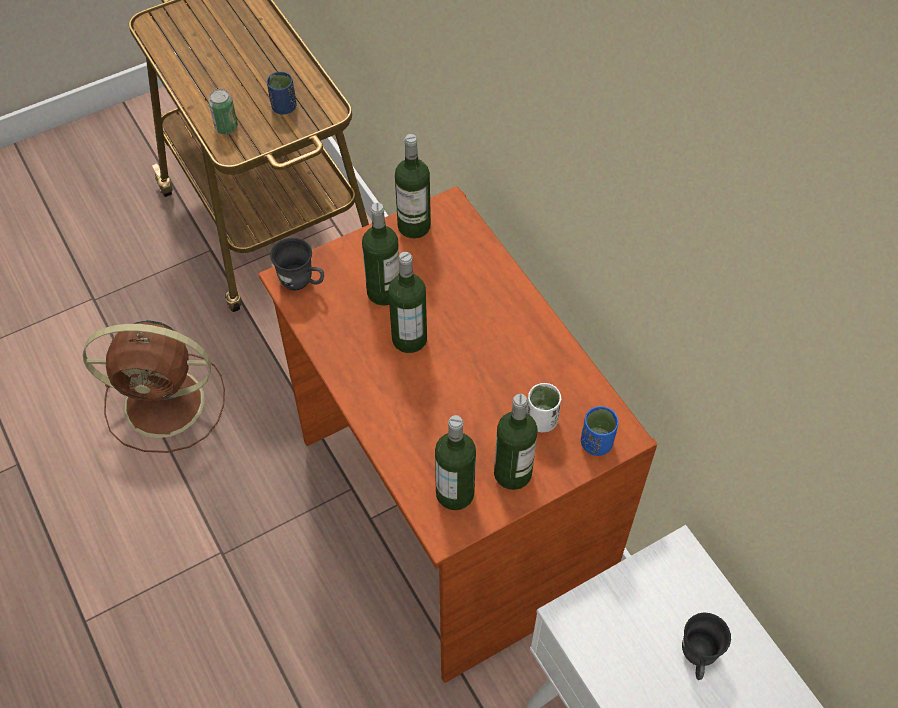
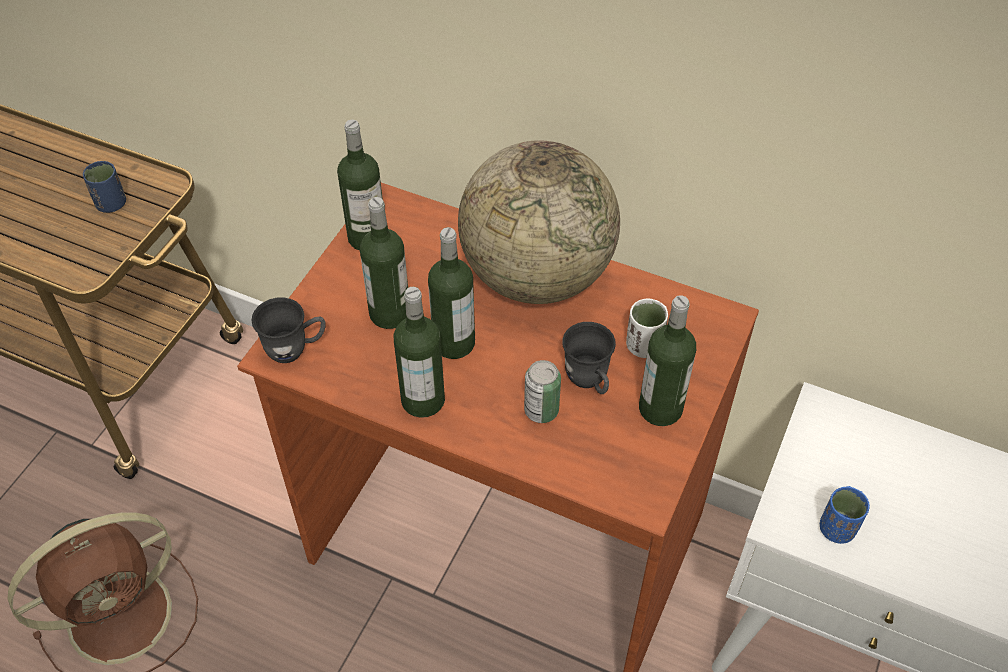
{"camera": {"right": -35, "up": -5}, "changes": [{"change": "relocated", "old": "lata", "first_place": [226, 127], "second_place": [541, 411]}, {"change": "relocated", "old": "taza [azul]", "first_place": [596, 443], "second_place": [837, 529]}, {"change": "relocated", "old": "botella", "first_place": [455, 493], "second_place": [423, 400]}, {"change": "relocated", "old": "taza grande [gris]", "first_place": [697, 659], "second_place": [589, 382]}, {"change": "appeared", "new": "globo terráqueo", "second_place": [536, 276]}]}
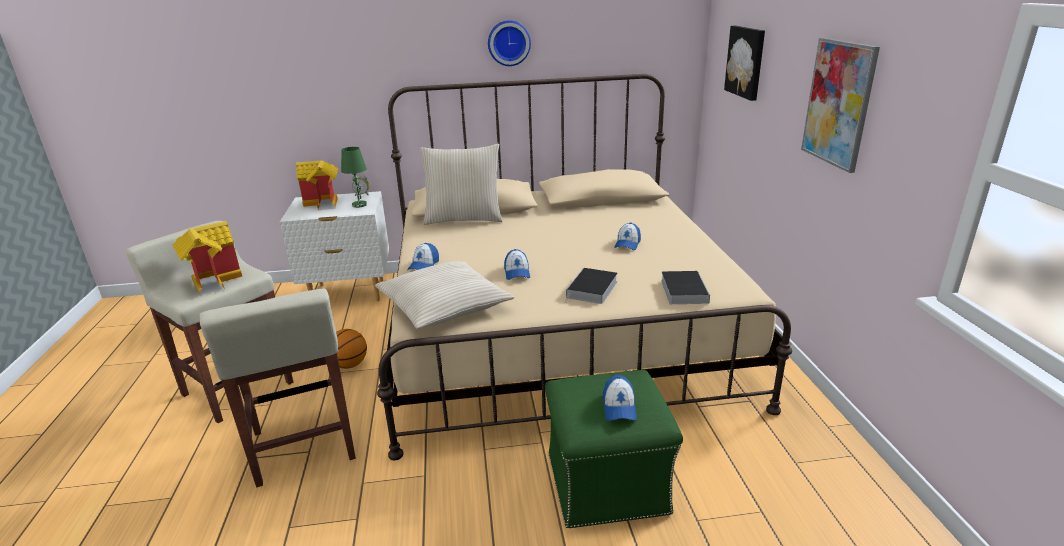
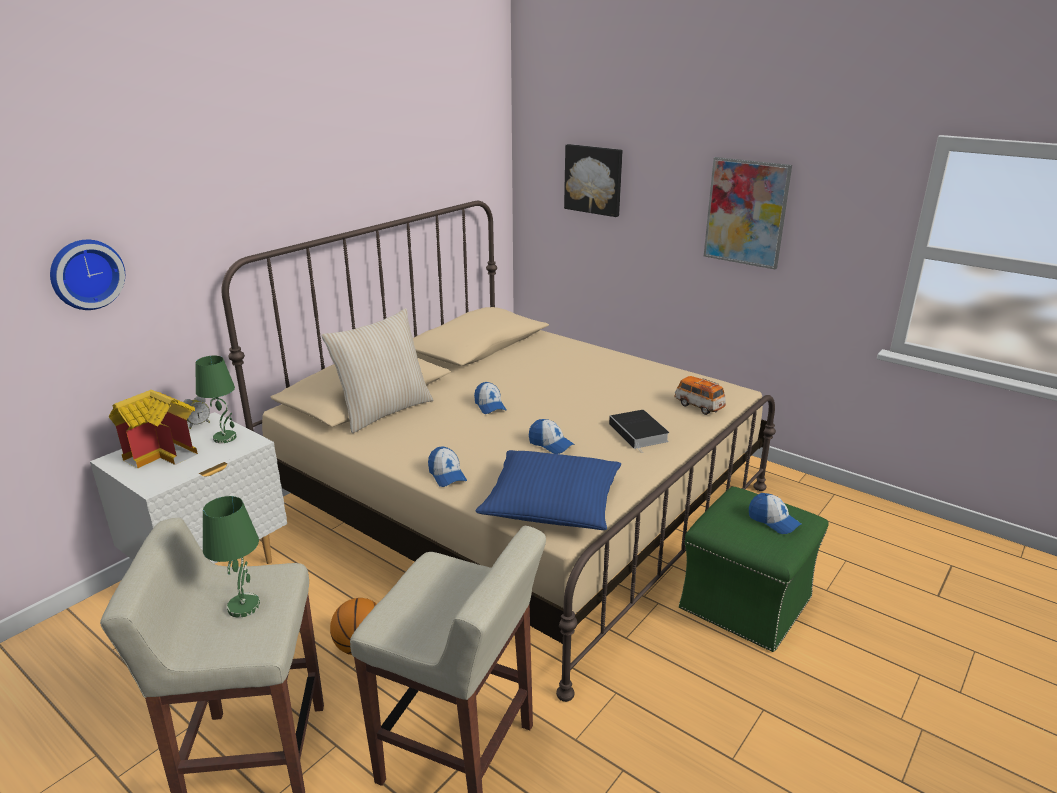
{"camera": {"right": -45, "up": 0}, "changes": [{"change": "relocated", "old": "reloj de pared", "first_place": [508, 43], "second_place": [85, 274]}, {"change": "exchanged", "old": "casita", "new": "lámpara de mesa [verde]", "first_place": [214, 281], "second_place": [243, 606]}, {"change": "relocated", "old": "gorra", "first_place": [627, 244], "second_place": [490, 406]}, {"change": "colour", "old": "cojín [beis]", "new": "cojín [azul]", "first_place": [444, 306], "second_place": [551, 503]}, {"change": "exchanged", "old": "libro", "new": "coche de juguete", "first_place": [683, 290], "second_place": [698, 406]}]}
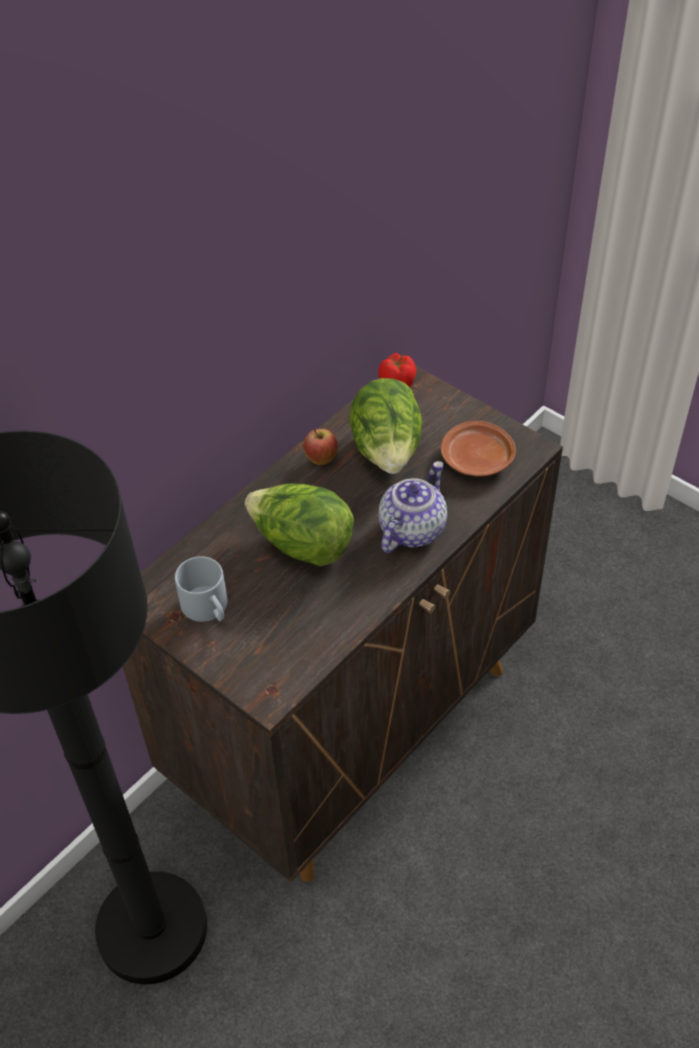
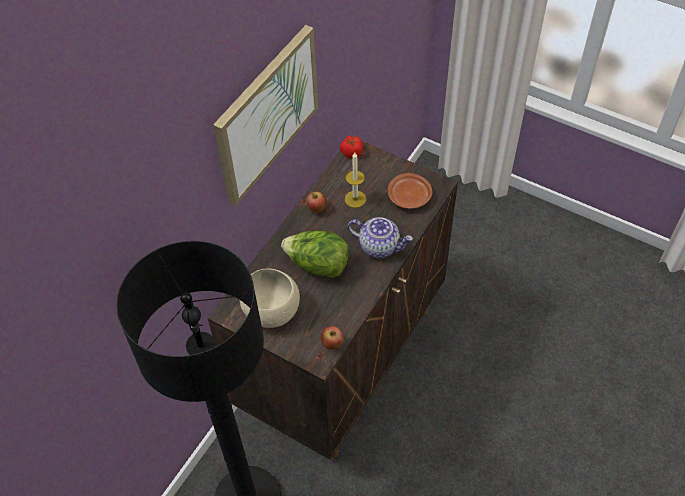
{"camera": {"right": -10, "up": 5}, "changes": [{"change": "exchanged", "old": "lechuga", "new": "vela", "first_place": [387, 452], "second_place": [355, 199]}, {"change": "spun", "old": "tetera", "first_place": [411, 529], "second_place": [380, 246], "degrees": 90}, {"change": "exchanged", "old": "taza grande [gris]", "new": "cuenco [beis]", "first_place": [209, 608], "second_place": [271, 312]}, {"change": "appeared", "new": "cuadro", "second_place": [266, 114]}, {"change": "appeared", "new": "manzana", "second_place": [332, 344]}]}
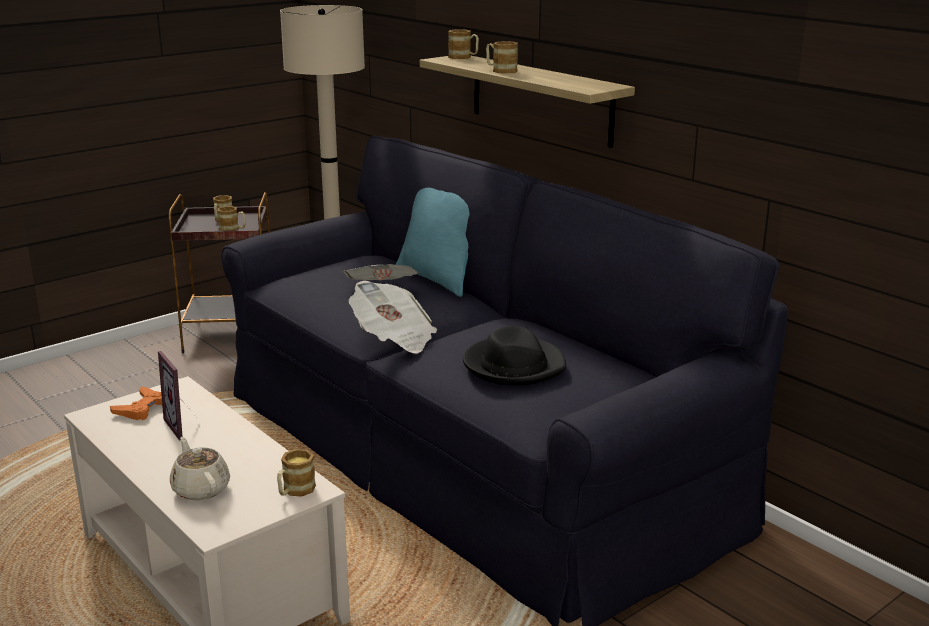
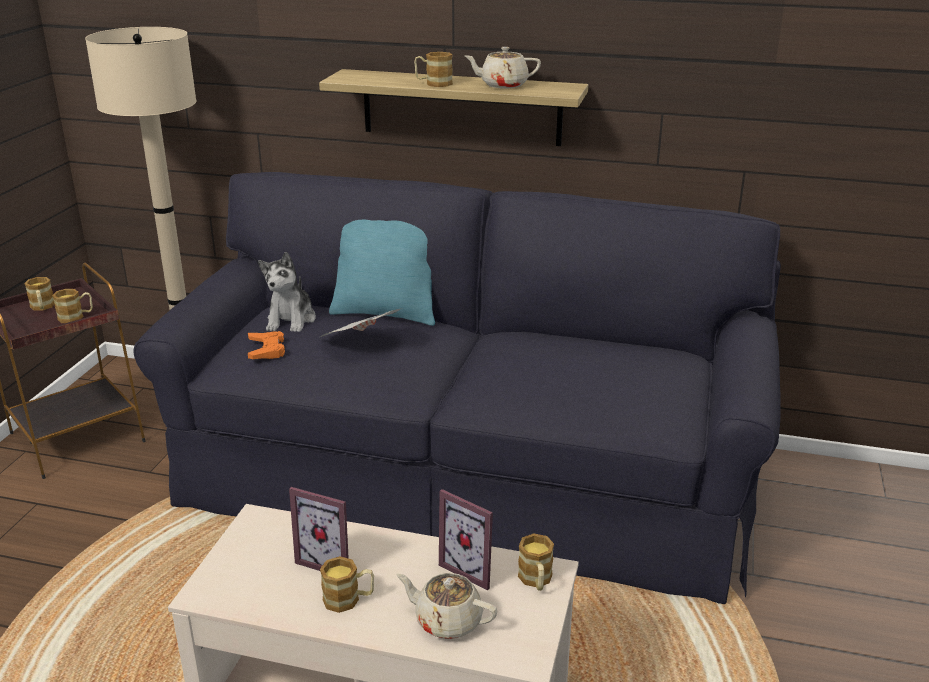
{"camera": {"right": -35, "up": 5}, "changes": [{"change": "relocated", "old": "taza grande", "first_place": [463, 57], "second_place": [349, 599]}, {"change": "missing", "old": "periódico", "first_place": [394, 338]}, {"change": "missing", "old": "sombrero [negro]", "first_place": [513, 365]}, {"change": "relocated", "old": "mando de consola [naranja]", "first_place": [142, 408], "second_place": [266, 349]}, {"change": "appeared", "new": "tetera [beis]", "second_place": [503, 85]}, {"change": "appeared", "new": "peluche", "second_place": [291, 320]}, {"change": "appeared", "new": "portarretratos", "second_place": [473, 568]}]}
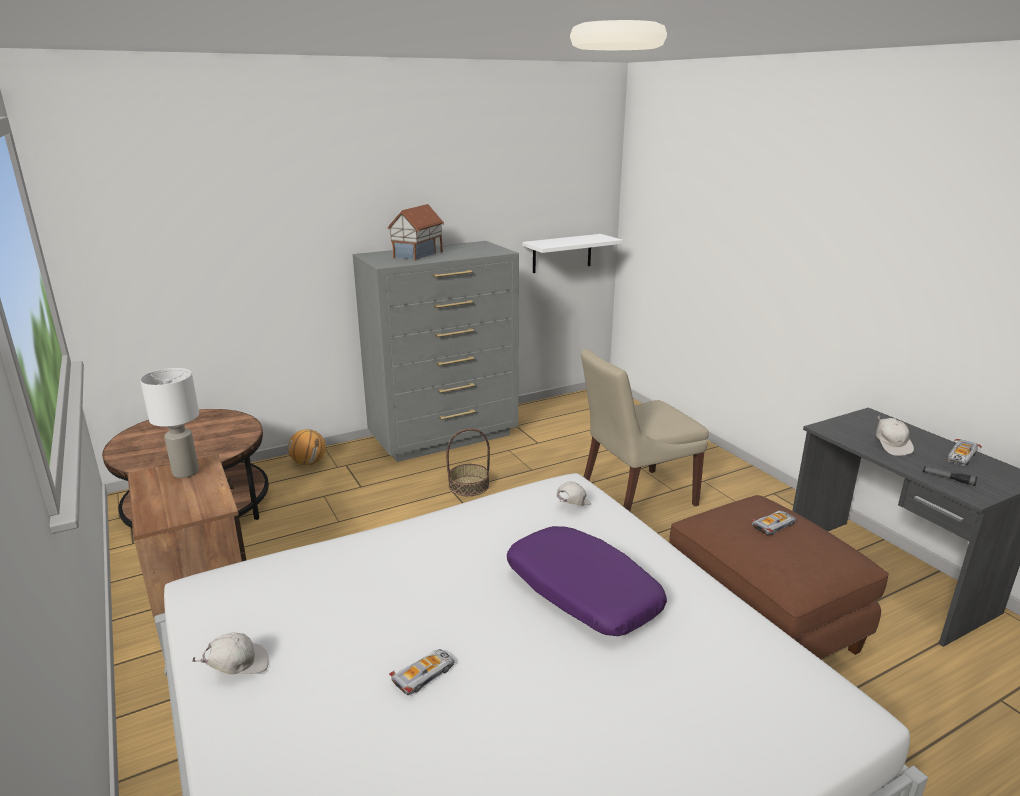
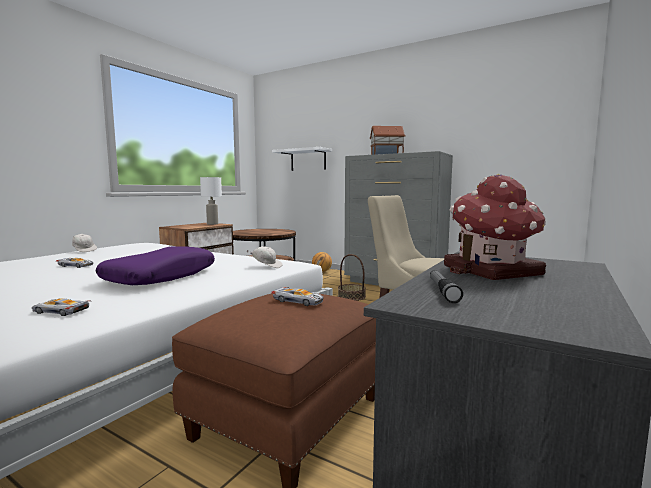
{"camera": {"right": 60, "up": -15}, "changes": [{"change": "relocated", "old": "estante [blanco]", "first_place": [562, 253], "second_place": [308, 160]}, {"change": "exchanged", "old": "gorra [blanco]", "new": "casita", "first_place": [891, 446], "second_place": [492, 271]}, {"change": "relocated", "old": "coche de juguete", "first_place": [961, 457], "second_place": [60, 311]}]}
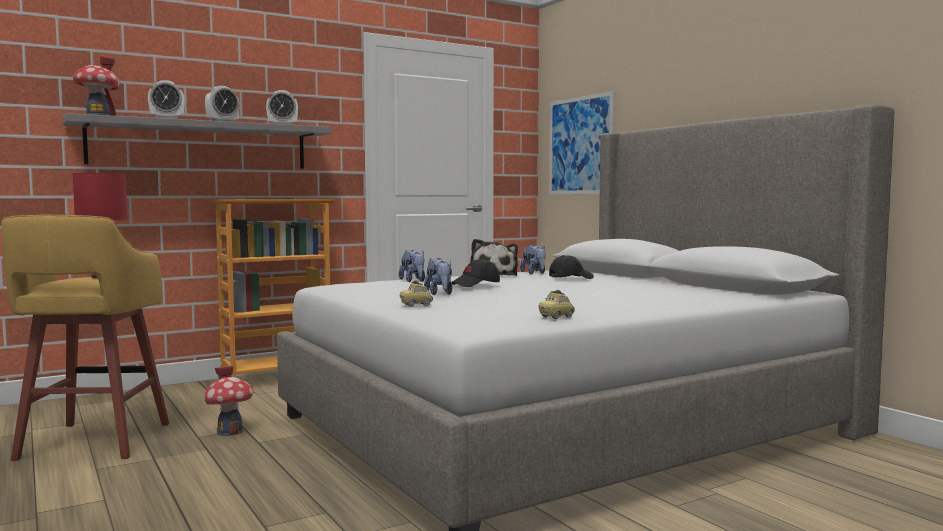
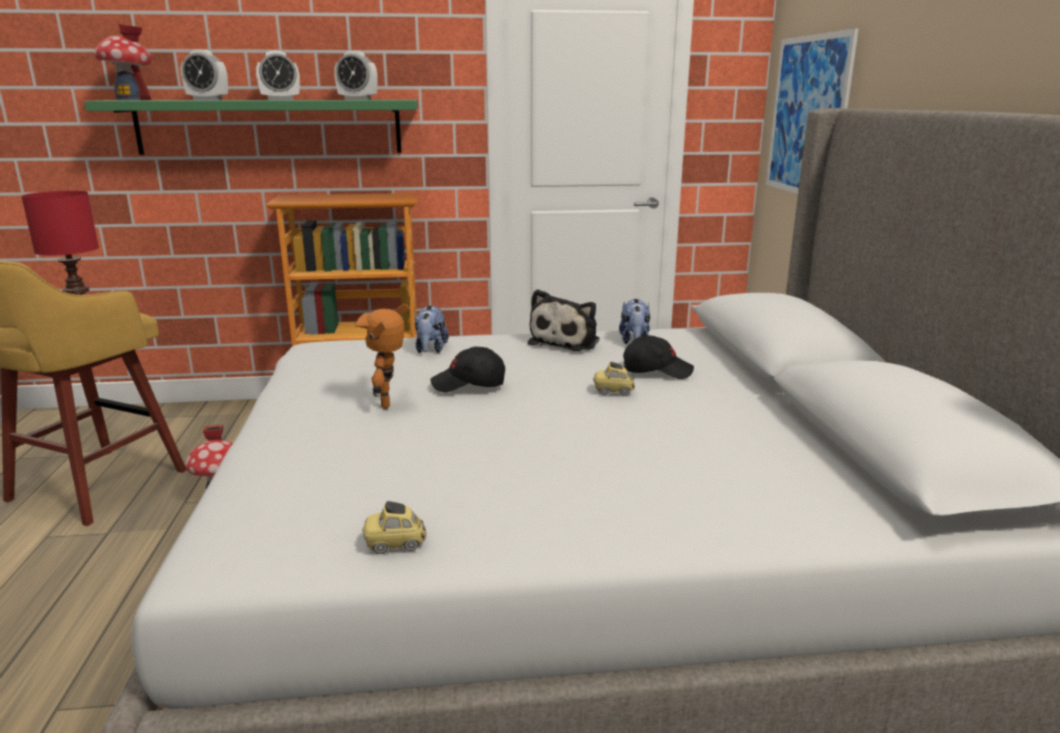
{"camera": {"right": 25, "up": 15}, "changes": [{"change": "colour", "old": "estante [gris]", "new": "estante [verde]", "first_place": [201, 145], "second_place": [269, 127]}, {"change": "exchanged", "old": "peluche", "new": "robot de juguete", "first_place": [440, 294], "second_place": [390, 403]}, {"change": "relocated", "old": "coche de juguete", "first_place": [416, 305], "second_place": [613, 391]}]}
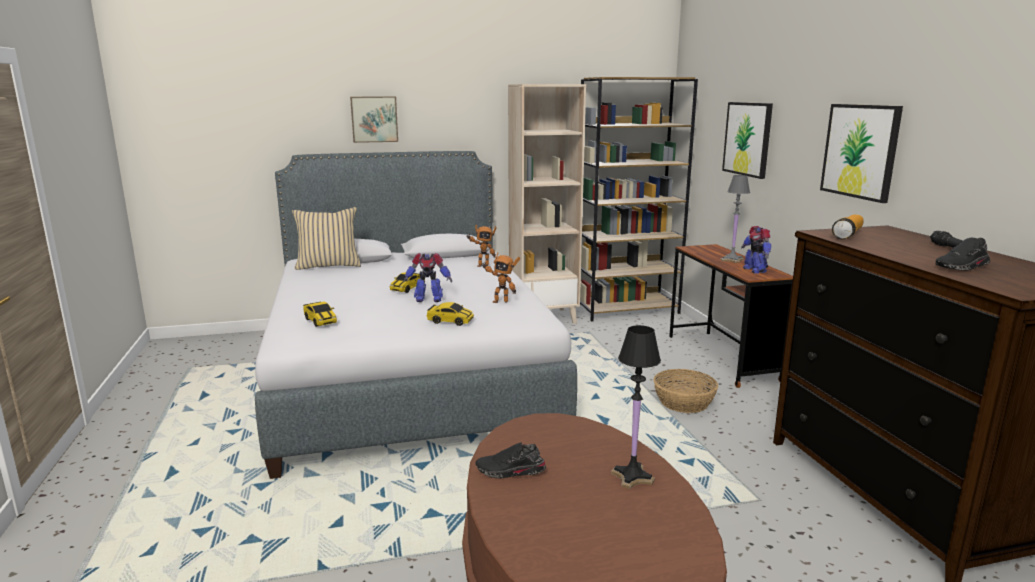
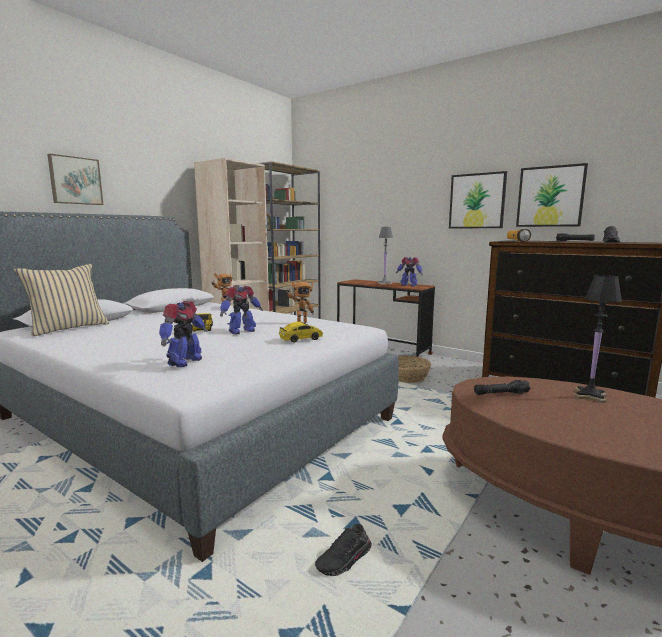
{"camera": {"right": -40, "up": -5}, "changes": [{"change": "relocated", "old": "cuadro", "first_place": [747, 139], "second_place": [550, 196]}, {"change": "exchanged", "old": "coche de juguete", "new": "robot de juguete", "first_place": [320, 321], "second_place": [184, 362]}, {"change": "relocated", "old": "zapato [negro]", "first_place": [510, 472], "second_place": [345, 560]}, {"change": "appeared", "new": "linterna [negro]", "second_place": [501, 394]}]}
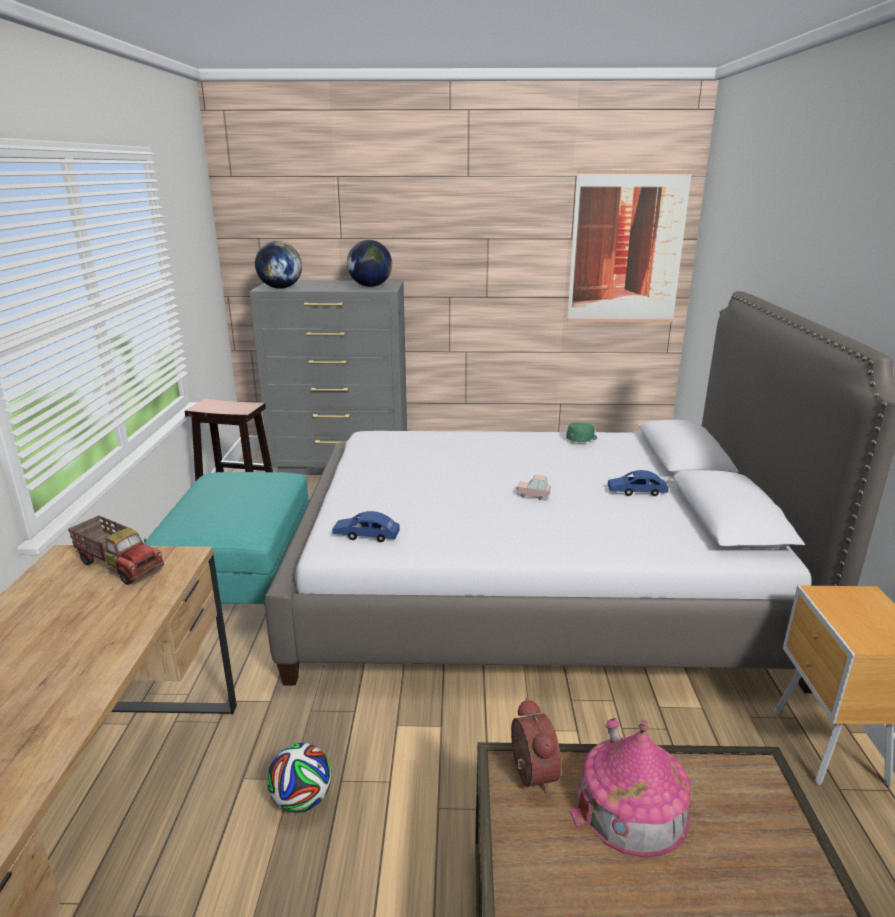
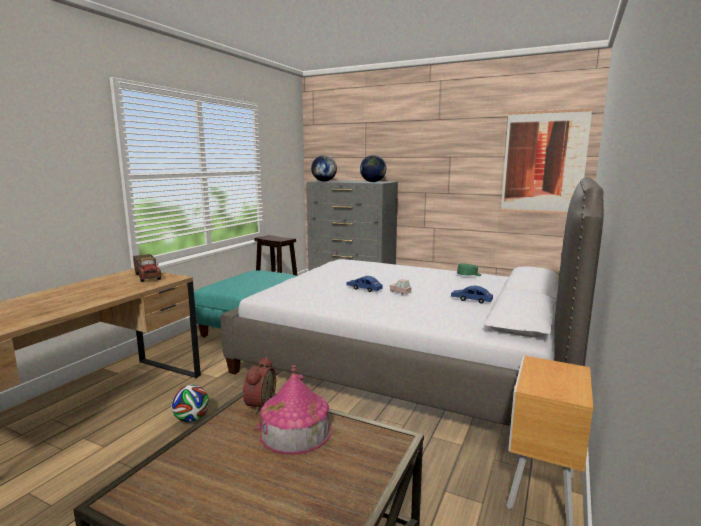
{"camera": {"right": 25, "up": -10}, "changes": [{"change": "relocated", "old": "coche de juguete [azul]", "first_place": [366, 535], "second_place": [364, 289]}]}
